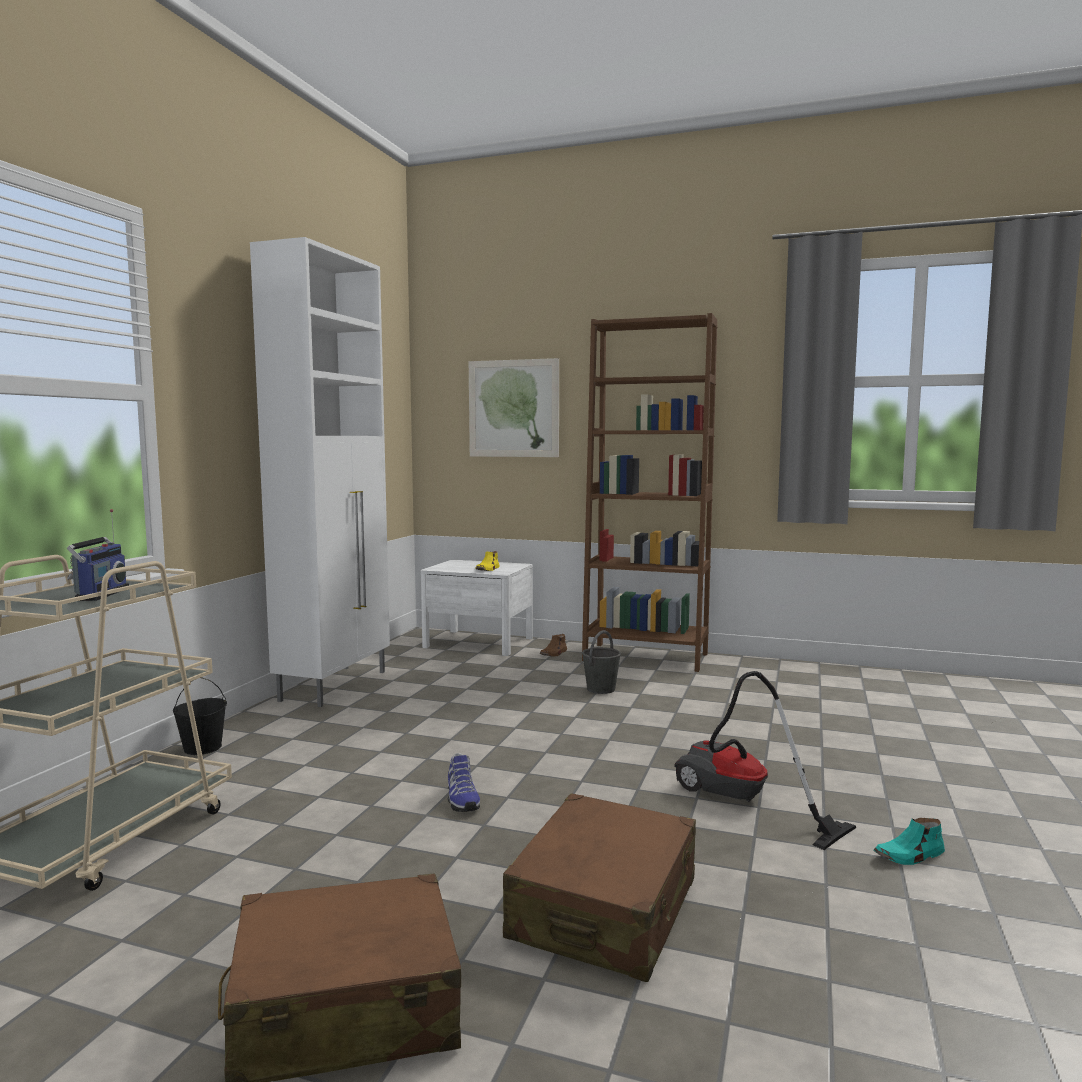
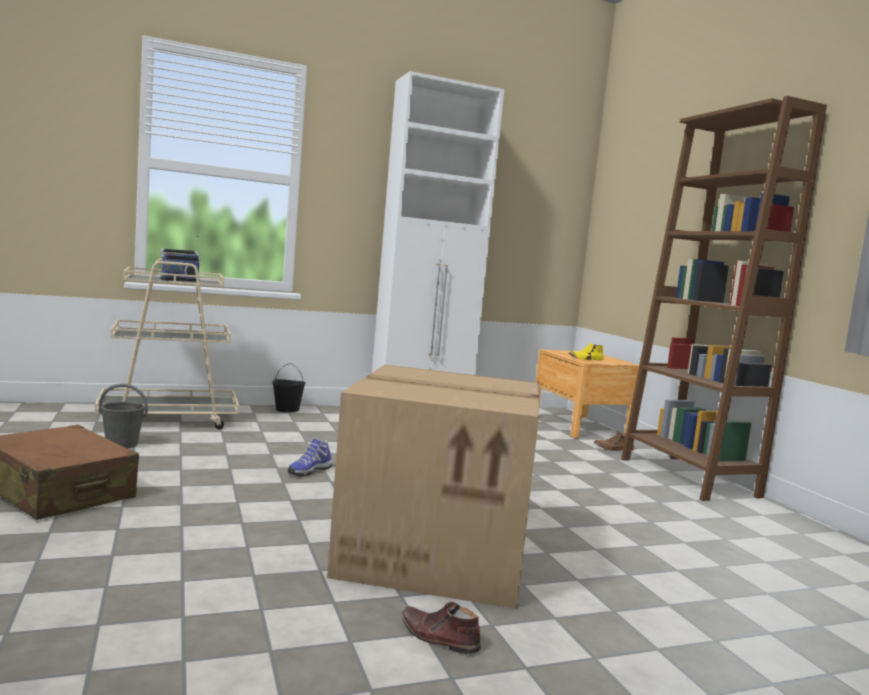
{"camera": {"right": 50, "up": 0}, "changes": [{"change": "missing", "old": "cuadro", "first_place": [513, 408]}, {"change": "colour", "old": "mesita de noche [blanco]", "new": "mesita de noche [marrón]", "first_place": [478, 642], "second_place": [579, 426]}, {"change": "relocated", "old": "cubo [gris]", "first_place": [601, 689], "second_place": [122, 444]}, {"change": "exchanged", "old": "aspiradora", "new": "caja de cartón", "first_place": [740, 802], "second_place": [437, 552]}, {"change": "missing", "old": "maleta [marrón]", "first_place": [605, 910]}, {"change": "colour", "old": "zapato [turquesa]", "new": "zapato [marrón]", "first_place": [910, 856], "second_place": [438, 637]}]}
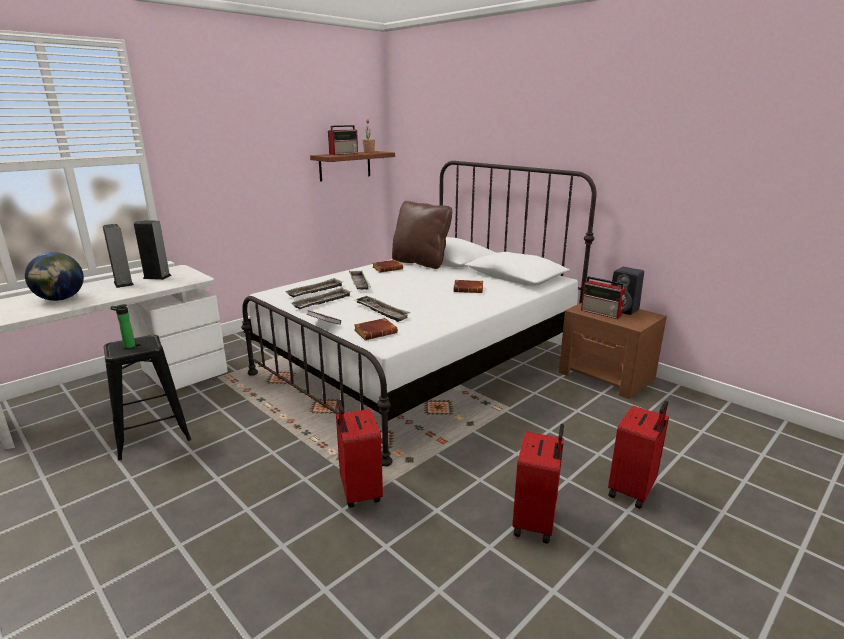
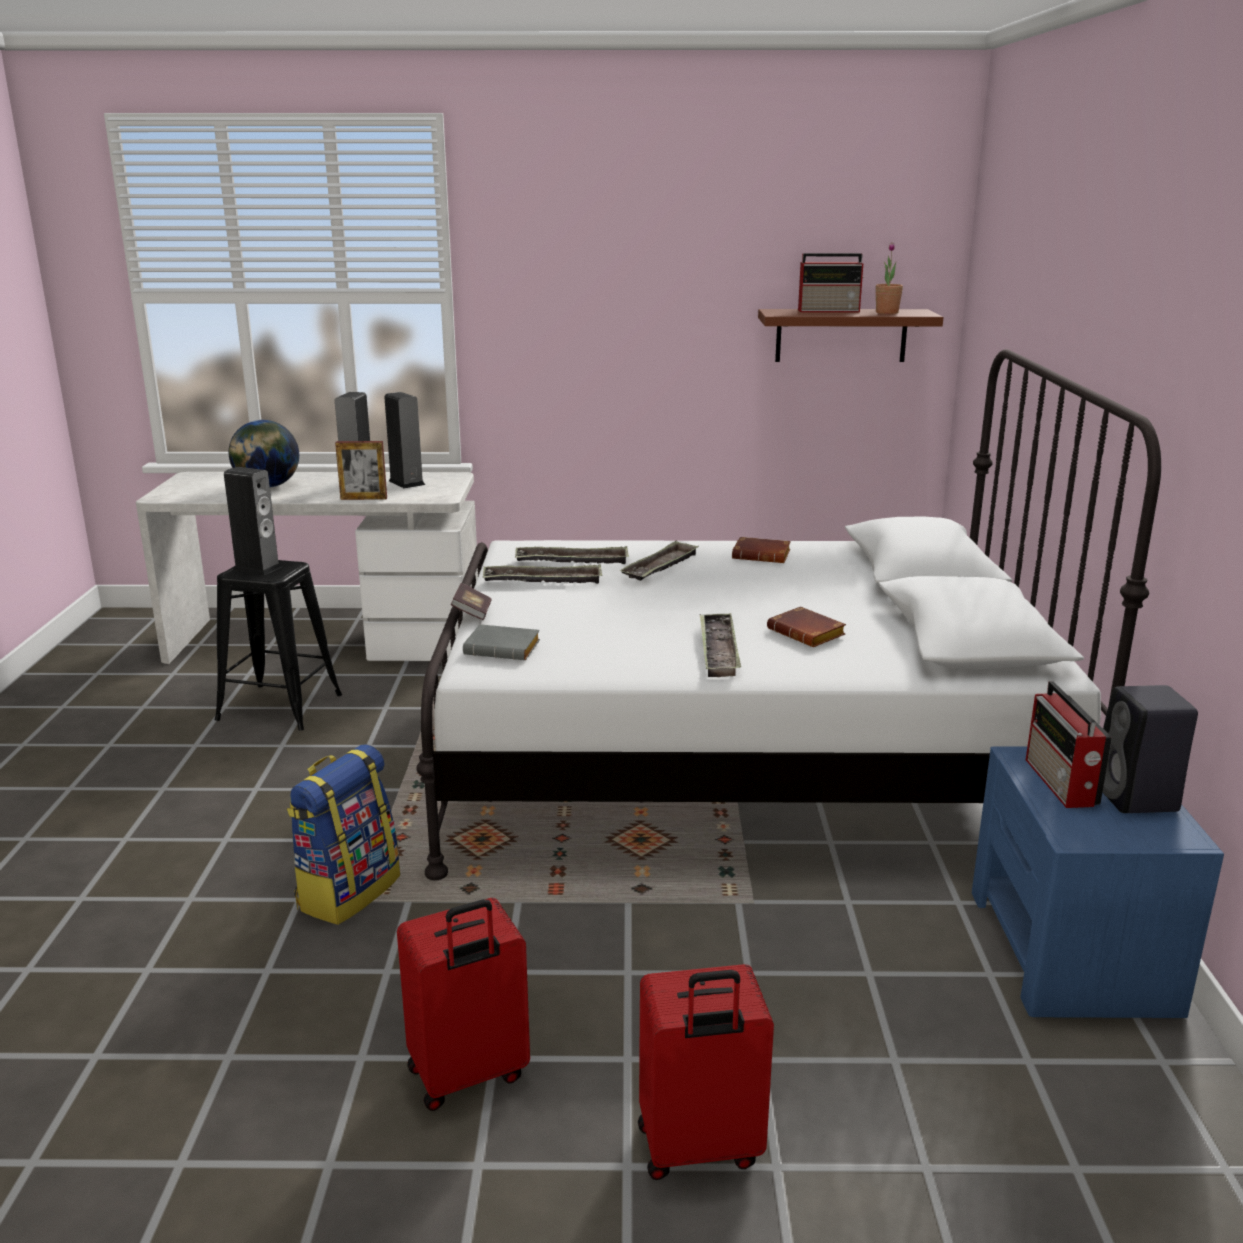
{"camera": {"right": 45, "up": 0}, "changes": [{"change": "missing", "old": "cojín [marrón]", "first_place": [420, 262]}, {"change": "relocated", "old": "bandeja", "first_place": [381, 311], "second_place": [718, 650]}, {"change": "colour", "old": "mesita de noche [marrón]", "new": "mesita de noche [azul]", "first_place": [606, 376], "second_place": [1071, 951]}, {"change": "exchanged", "old": "botella", "new": "altavoz", "first_place": [127, 346], "second_place": [257, 568]}, {"change": "colour", "old": "libro [marrón]", "new": "libro [gris]", "first_place": [376, 332], "second_place": [504, 649]}, {"change": "exchanged", "old": "maleta [rojo]", "new": "mochila", "first_place": [359, 492], "second_place": [348, 891]}, {"change": "appeared", "new": "portarretratos", "second_place": [364, 498]}]}
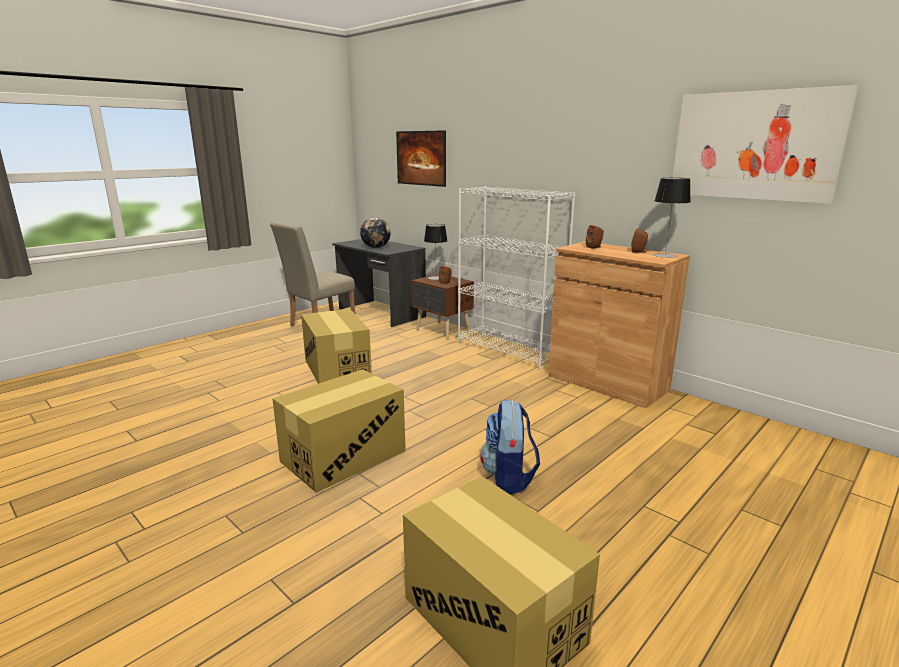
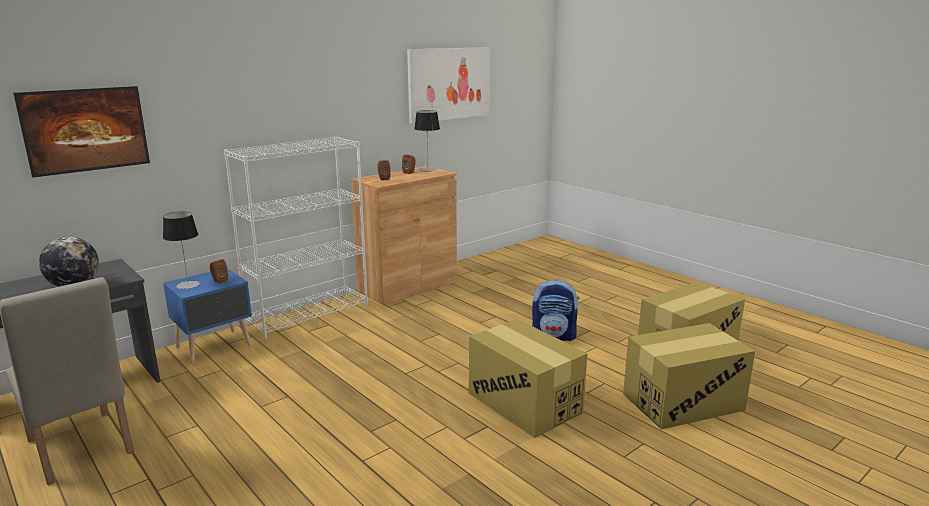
{"camera": {"right": -85, "up": 0}, "changes": [{"change": "colour", "old": "mesita de noche [marrón]", "new": "mesita de noche [azul]", "first_place": [442, 331], "second_place": [215, 346]}, {"change": "relocated", "old": "caja de cartón", "first_place": [337, 368], "second_place": [682, 402]}]}
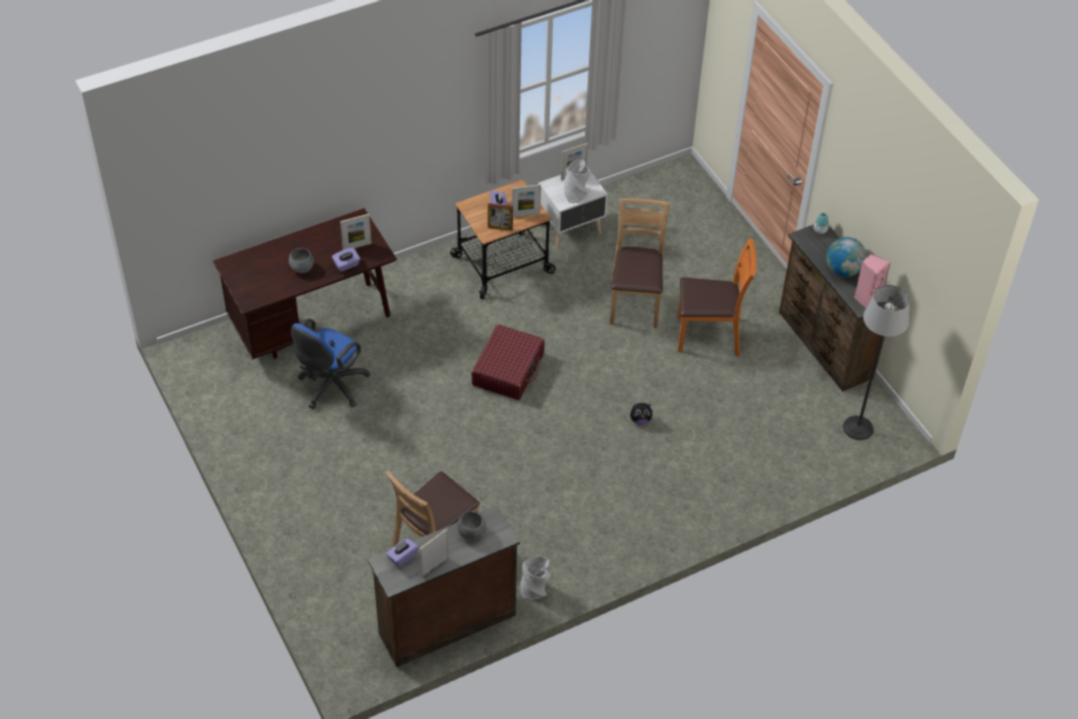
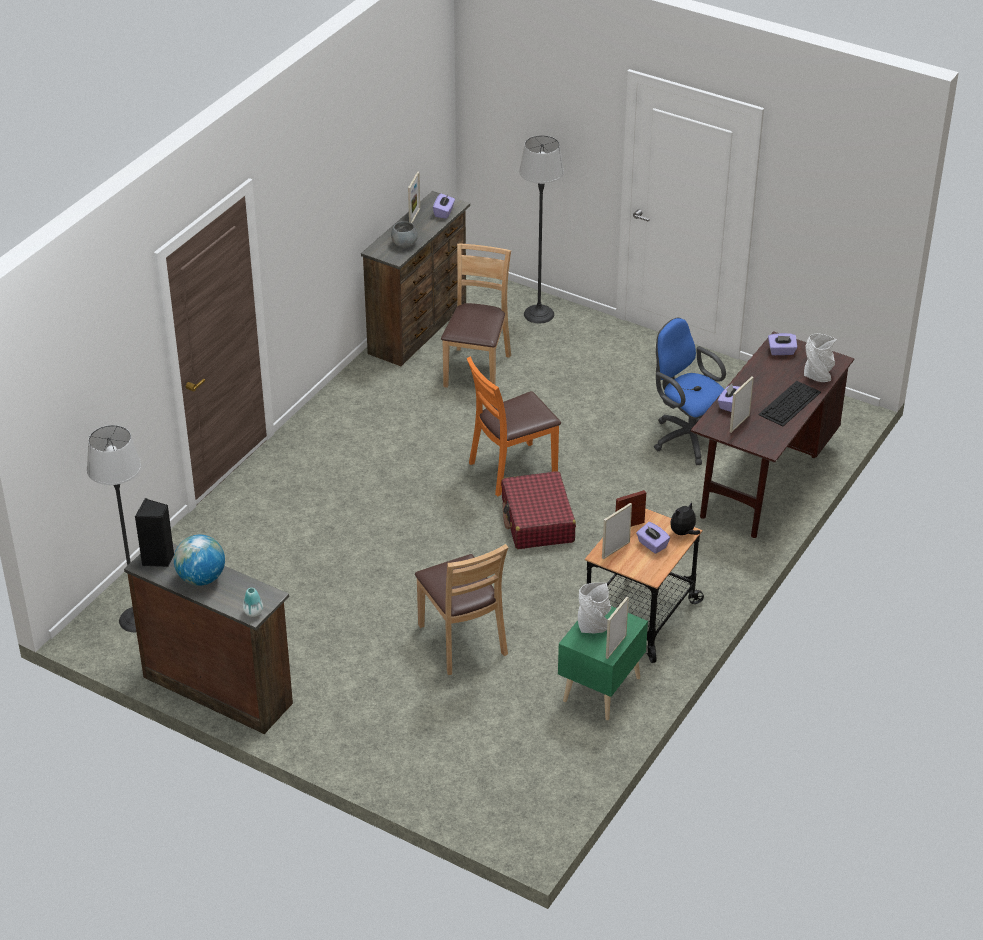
{"camera": {"right": 150, "up": -10}, "changes": [{"change": "colour", "old": "mesita de noche [blanco]", "new": "mesita de noche [verde]", "first_place": [571, 230], "second_place": [599, 689]}, {"change": "relocated", "old": "silla [naranja]", "first_place": [709, 335], "second_place": [512, 469]}, {"change": "missing", "old": "cuenco [gris]", "first_place": [302, 268]}, {"change": "colour", "old": "altavoz [rosa]", "new": "altavoz [negro]", "first_place": [867, 299], "second_place": [158, 559]}, {"change": "spun", "old": "silla de oficina [azul]", "first_place": [330, 387], "second_place": [686, 437], "degrees": -45}, {"change": "relocated", "old": "peluche", "first_place": [640, 420], "second_place": [683, 533]}, {"change": "relocated", "old": "florero [gris]", "first_place": [535, 589], "second_place": [818, 375]}, {"change": "appeared", "new": "lámpara de pie", "second_place": [538, 314]}, {"change": "appeared", "new": "caja de pañuelos [morado]", "second_place": [781, 351]}, {"change": "appeared", "new": "teclado", "second_place": [789, 404]}]}
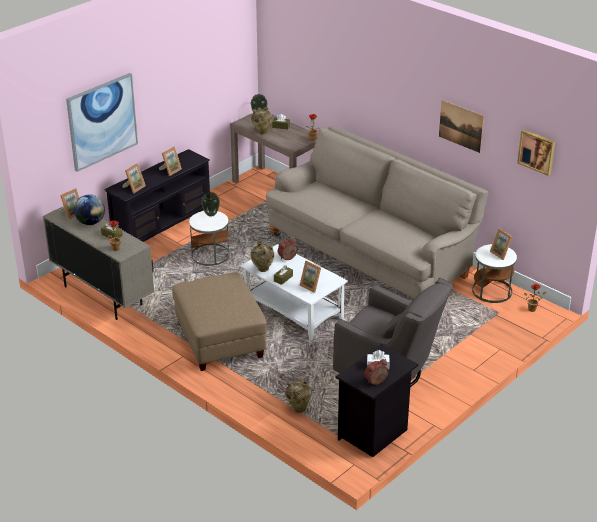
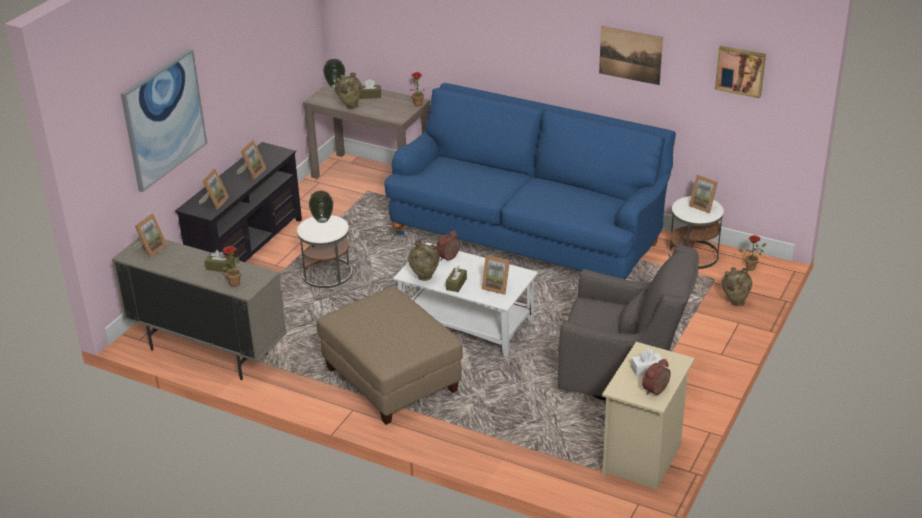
{"camera": {"right": -15, "up": 0}, "changes": [{"change": "colour", "old": "sofá [beis]", "new": "sofá [azul]", "first_place": [370, 255], "second_place": [527, 237]}, {"change": "missing", "old": "globo terráqueo", "first_place": [91, 222]}, {"change": "colour", "old": "mesita de noche [negro]", "new": "mesita de noche [beis]", "first_place": [374, 434], "second_place": [643, 459]}, {"change": "relocated", "old": "florero [beis]", "first_place": [298, 408], "second_place": [734, 302]}]}
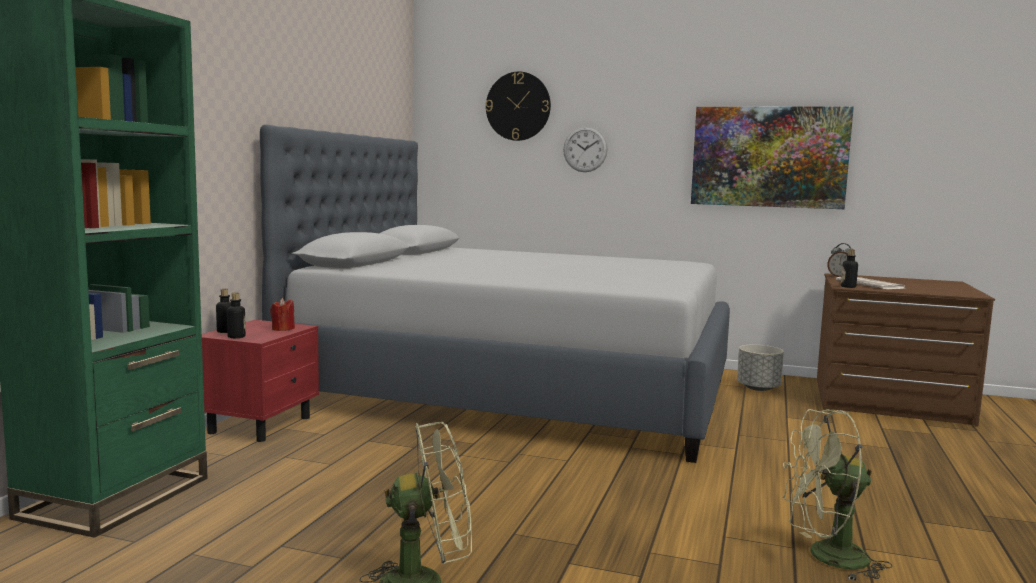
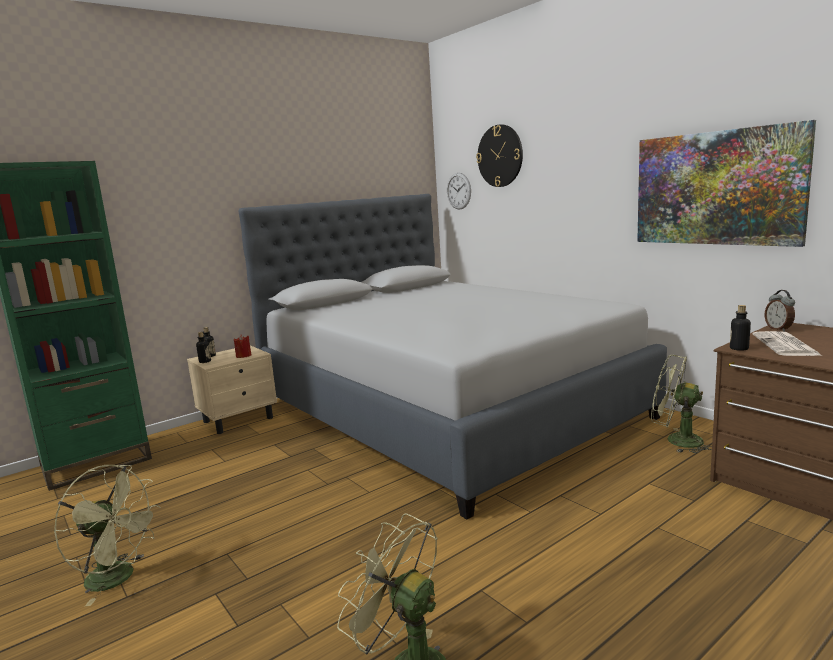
{"camera": {"right": 35, "up": 5}, "changes": [{"change": "relocated", "old": "reloj de pared", "first_place": [585, 149], "second_place": [458, 191]}, {"change": "colour", "old": "mesita de noche [rojo]", "new": "mesita de noche [beis]", "first_place": [261, 424], "second_place": [239, 419]}, {"change": "exchanged", "old": "maceta [gris]", "new": "ventilador [verde]", "first_place": [758, 388], "second_place": [676, 440]}]}
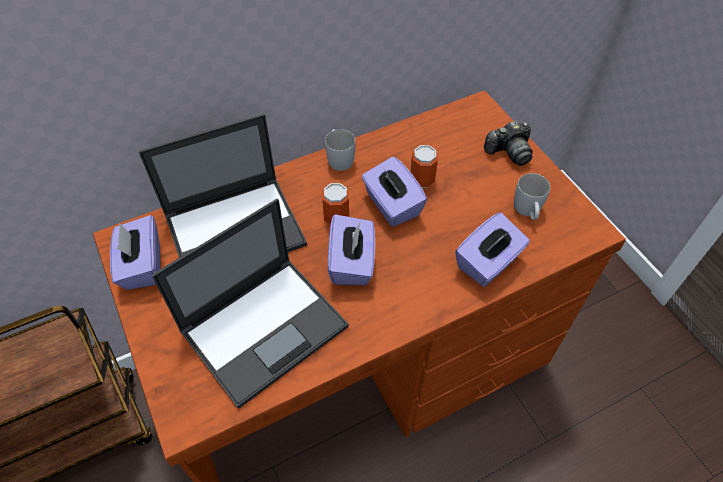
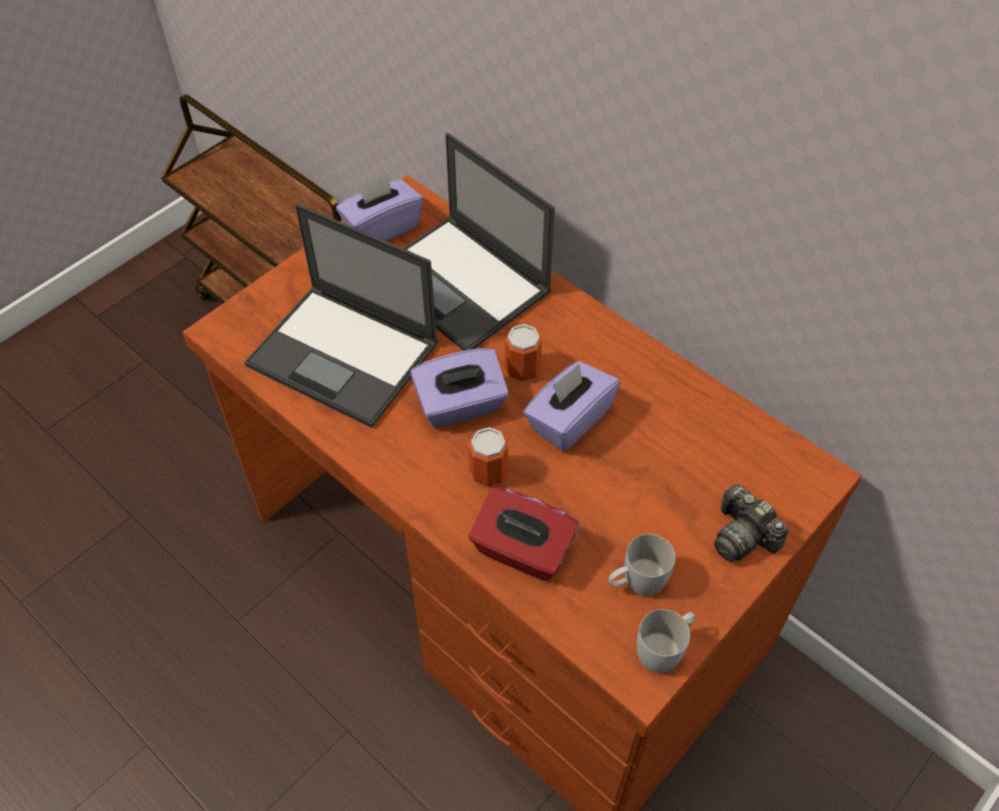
{"camera": {"right": 70, "up": 0}, "changes": [{"change": "relocated", "old": "taza grande [blanco]", "first_place": [339, 158], "second_place": [665, 648]}, {"change": "relocated", "old": "lata", "first_place": [422, 179], "second_place": [488, 472]}, {"change": "colour", "old": "caja de pañuelos [morado]", "new": "caja de pañuelos [rojo]", "first_place": [488, 263], "second_place": [522, 551]}]}
